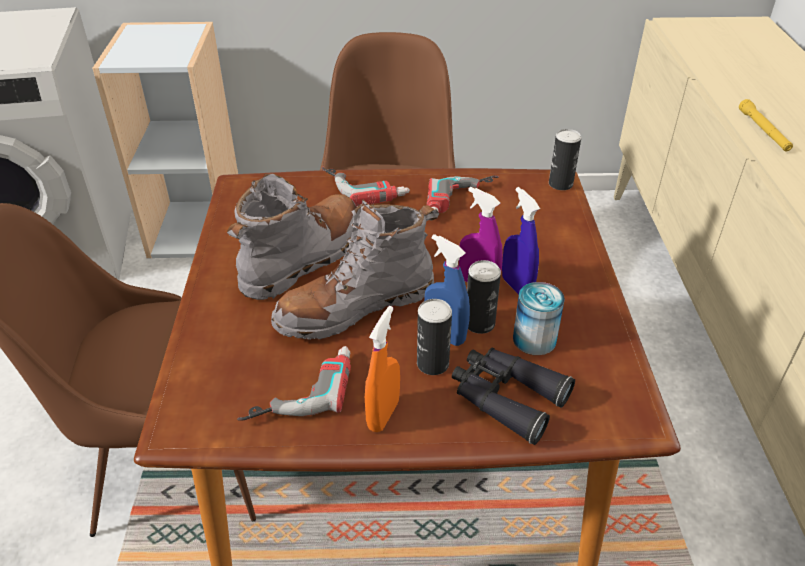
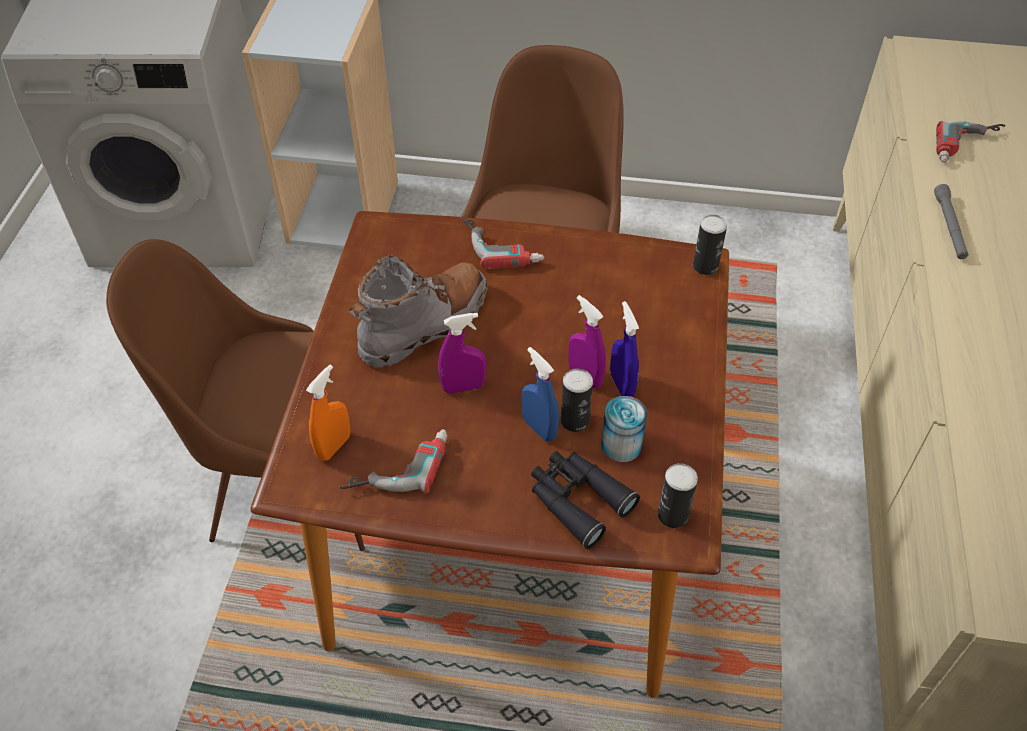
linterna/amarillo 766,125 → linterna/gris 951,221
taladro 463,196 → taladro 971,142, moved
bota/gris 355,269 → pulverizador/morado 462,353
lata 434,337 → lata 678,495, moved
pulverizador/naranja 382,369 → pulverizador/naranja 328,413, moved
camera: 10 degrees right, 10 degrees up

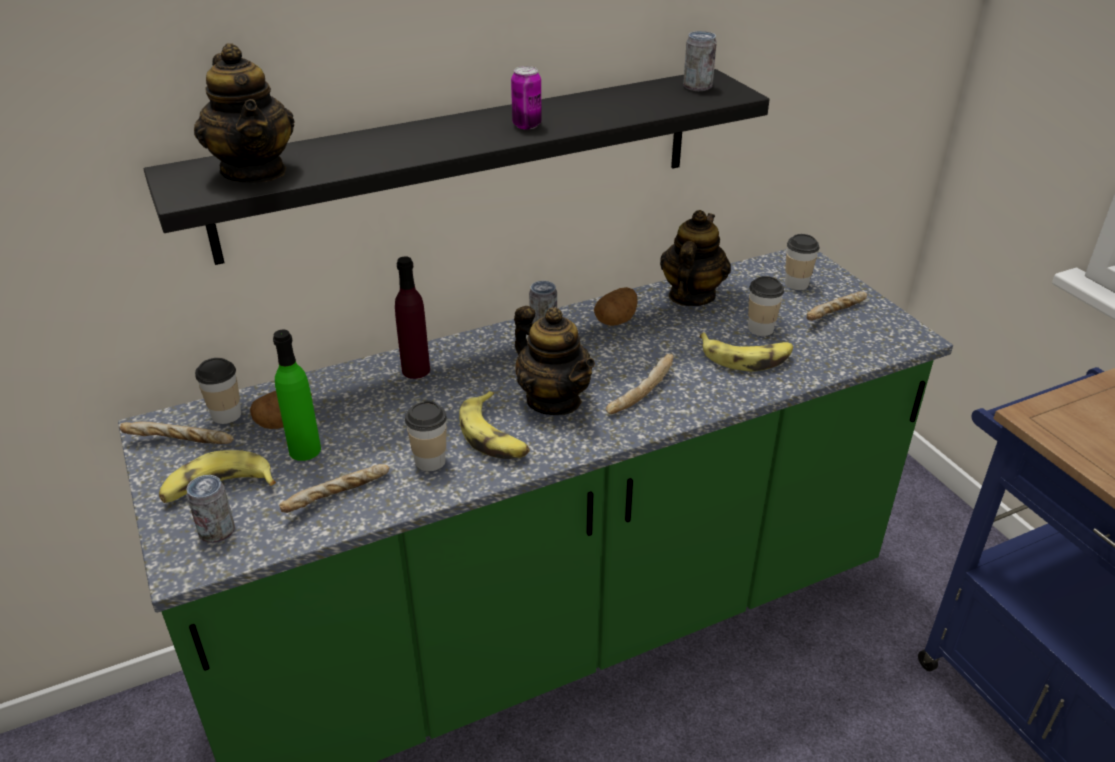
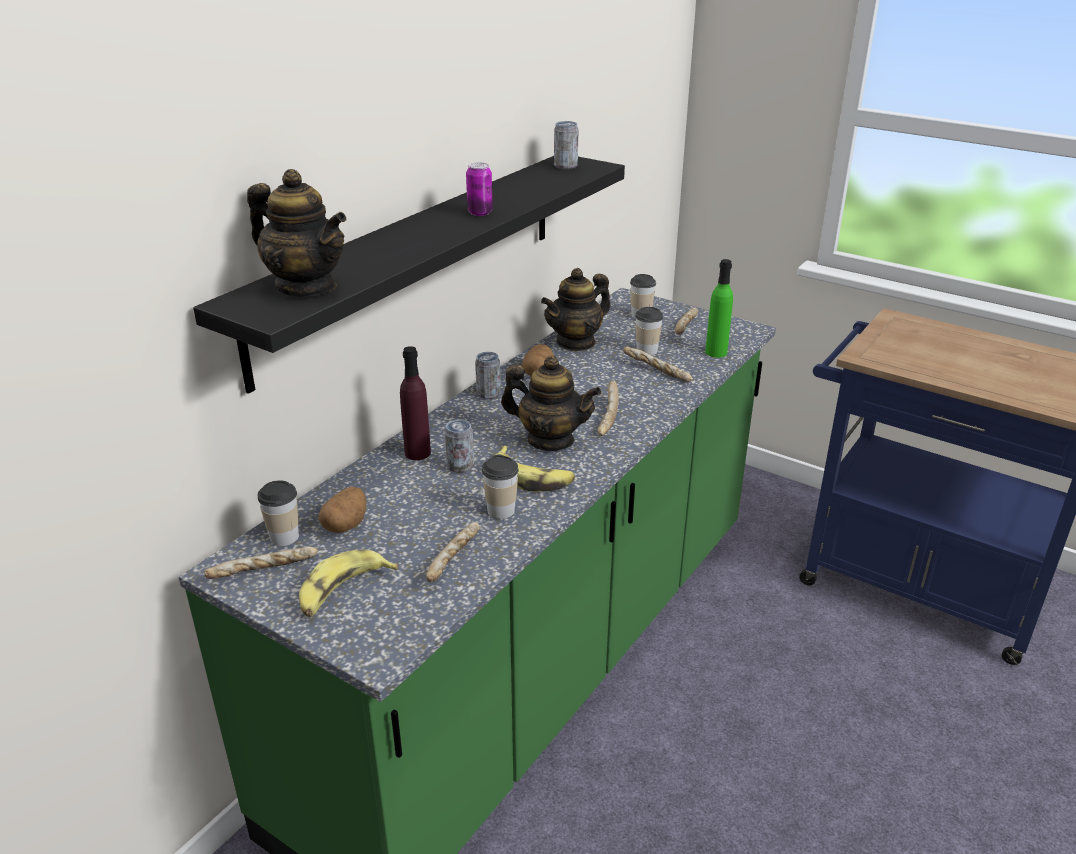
tetera 695,258 → tetera 576,310, 120 degrees counterclockwise
botella/verde 297,395 → botella/verde 719,308, moved
plátano 746,352 → pan 658,364
lata 210,509 → lata 459,446, moved
camera: 30 degrees left, 5 degrees down

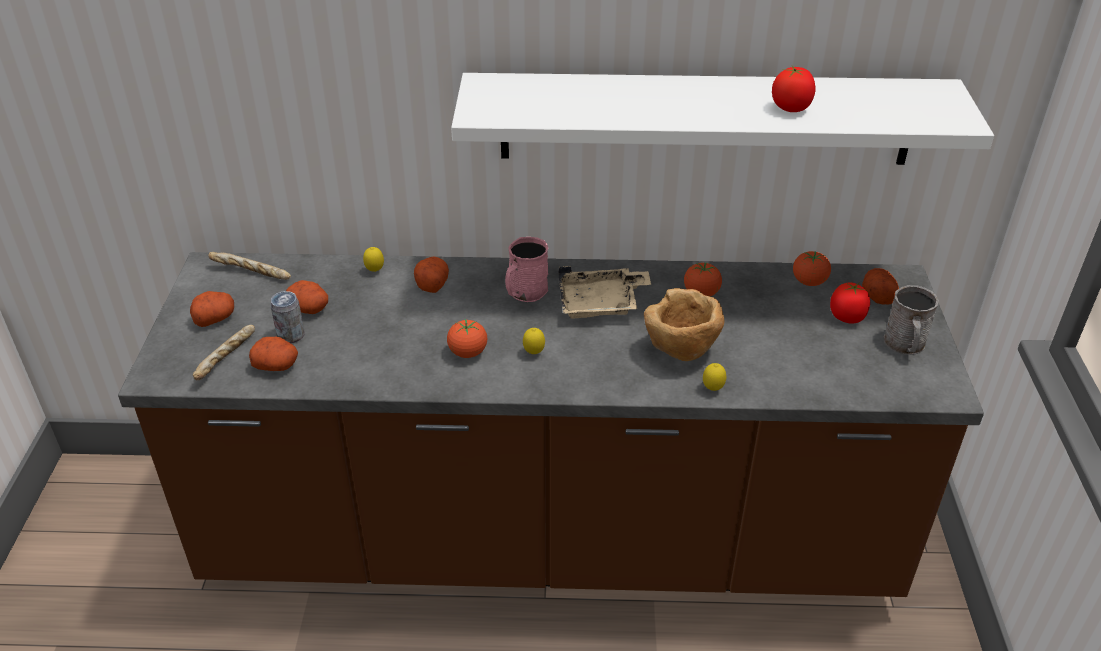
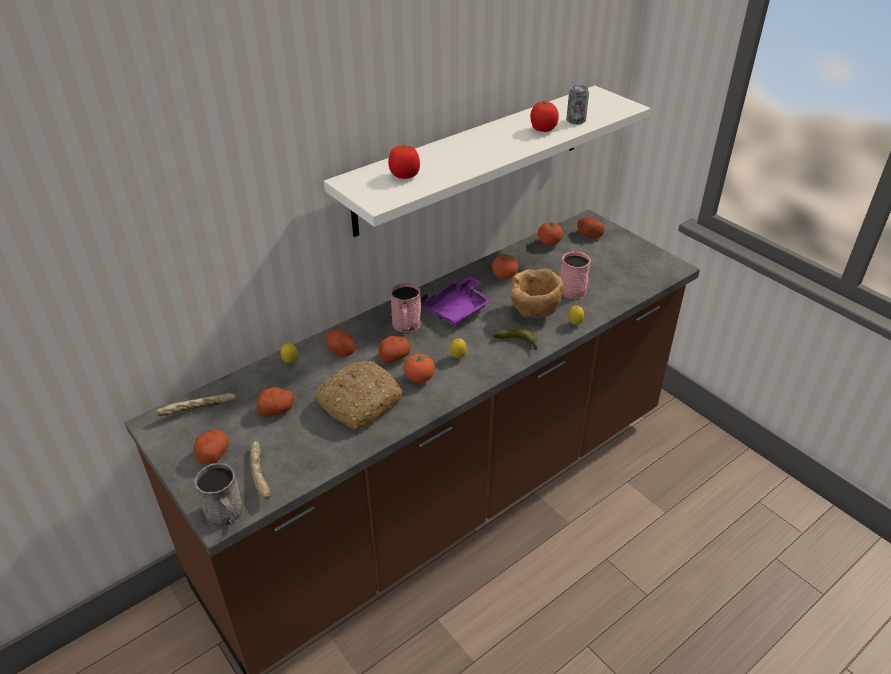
bandeja/beis 604,292 → bandeja/morado 457,301
tomate 850,303 → tomate 404,161, moved
taza grande/gris 911,320 → taza grande/gris 219,495, moved
lata 287,317 → lata 577,104, moved
patata 273,354 → patata 394,350, moved
- → taza grande/rosa 575,275
- → plátano 515,339
- → pan 359,395
camera: 40 degrees left, 0 degrees up

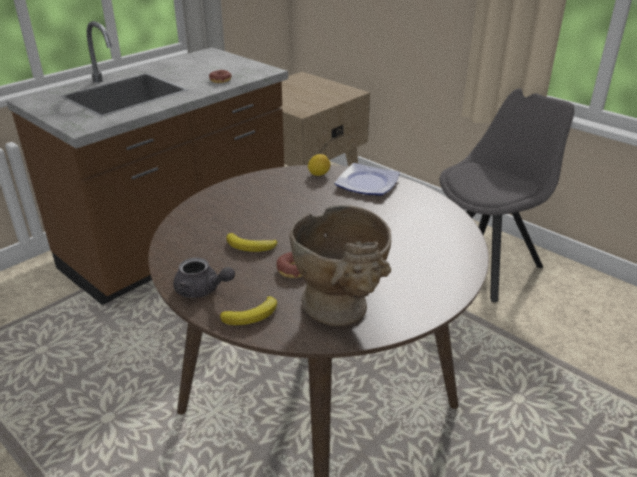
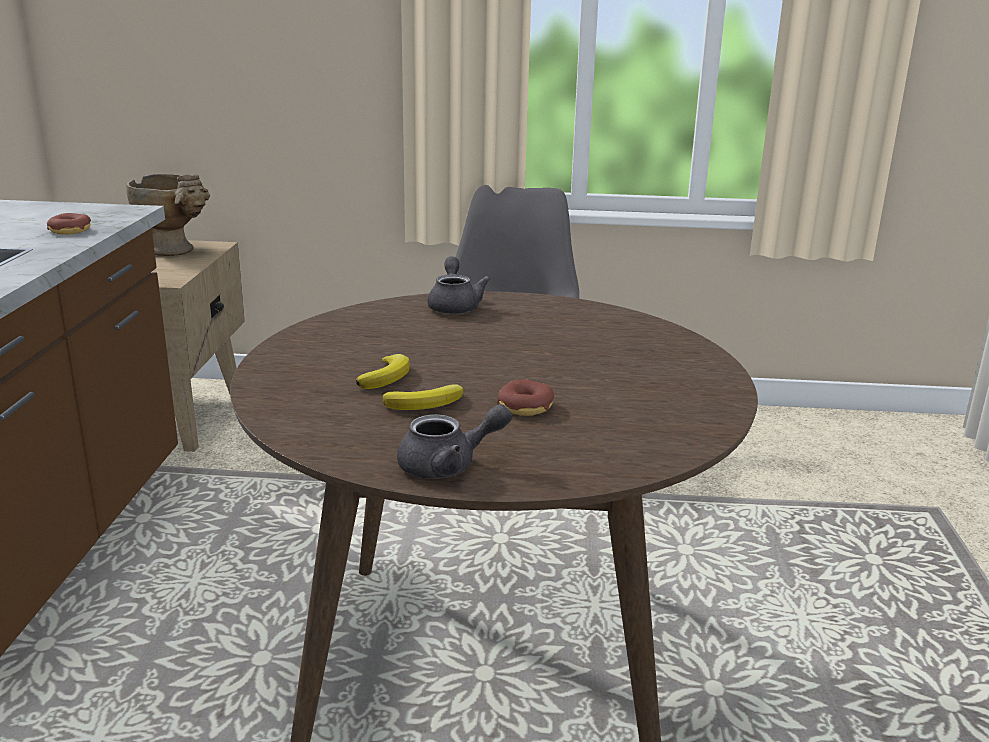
limón 319,165 → -
plato 367,179 → tetera/gris 458,285
florero/beis 340,266 → florero/beis 168,215, moved
plátano 248,310 → plátano 383,371, moved
camera: 40 degrees left, 10 degrees down

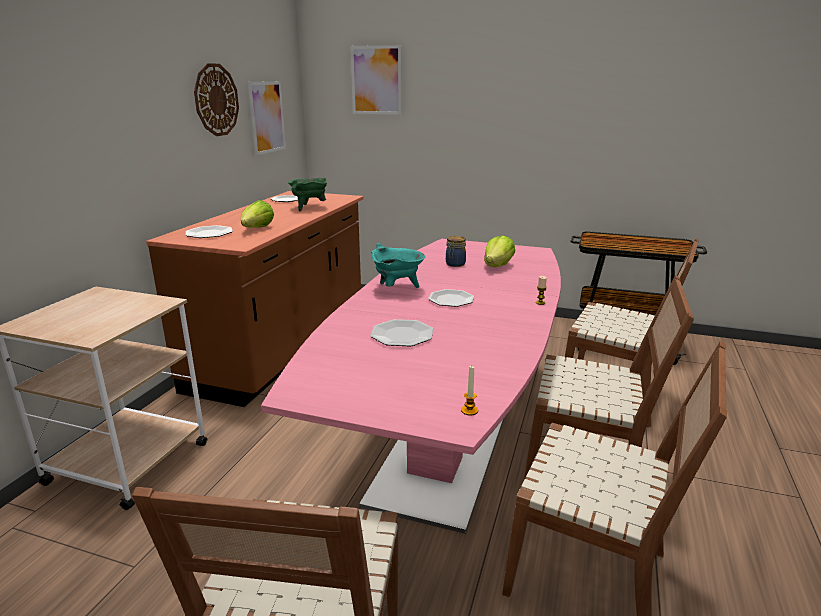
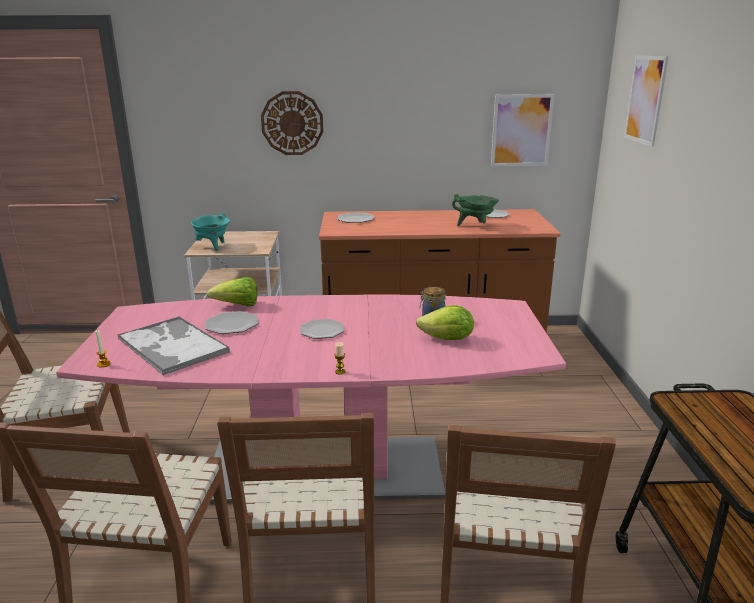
reloj de pared 216,99 → reloj de pared 292,123, moved
lechuga 257,213 → lechuga 231,292, moved
olla/turquesa 398,265 → olla/turquesa 210,231, moved
- → bandeja 173,345
camera: 70 degrees right, 0 degrees up

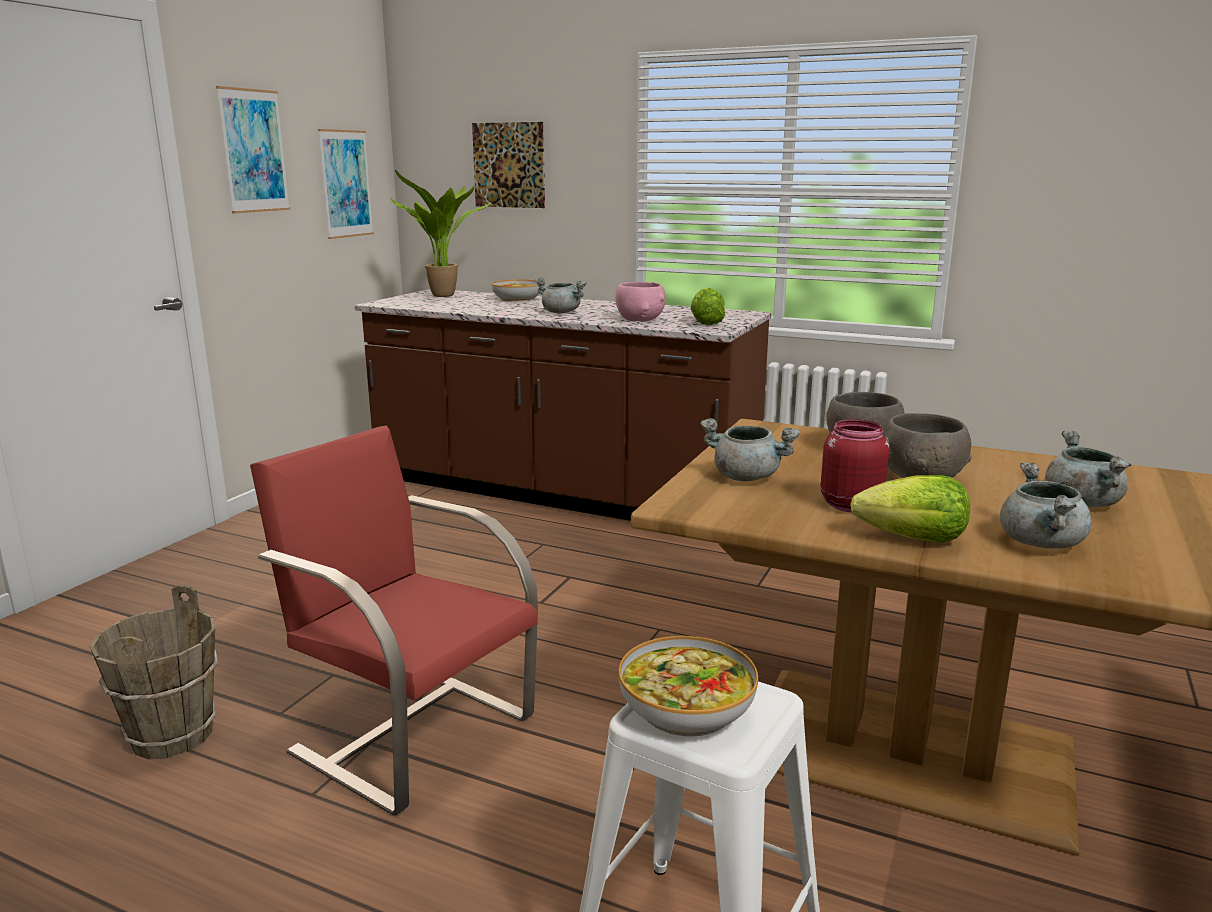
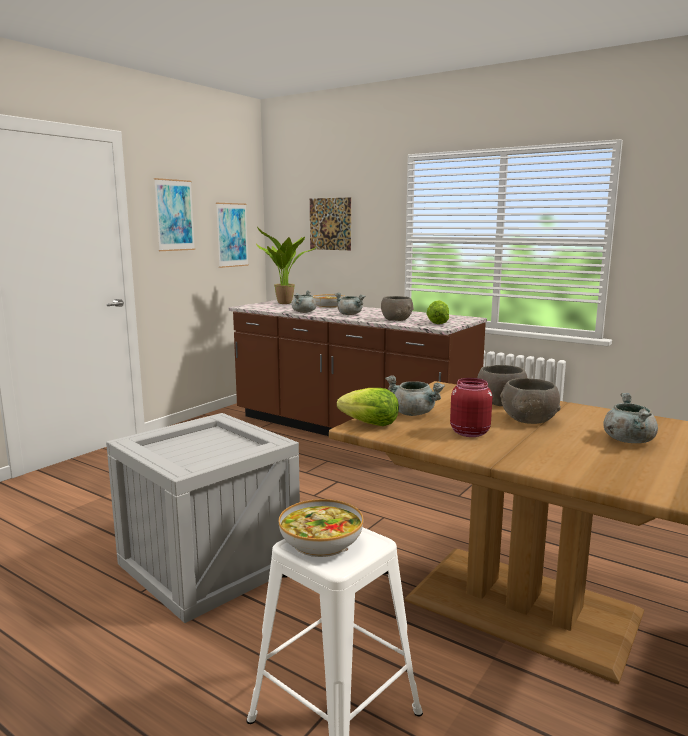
cuenco/rosa 640,301 → cuenco/gris 397,308
silla/rojo 394,621 → caja de embalaje 203,518
olla/gris 1046,505 → olla/gris 304,301, moved
lechuga 910,509 → lechuga 368,407, moved
cubo/marrón 153,672 → -
camera: 10 degrees right, 5 degrees down

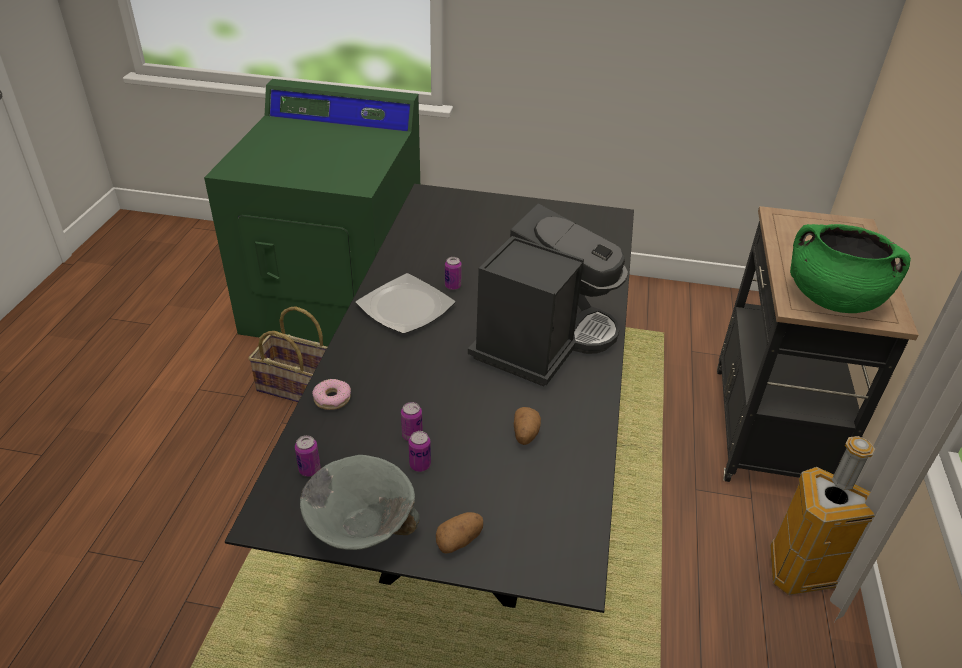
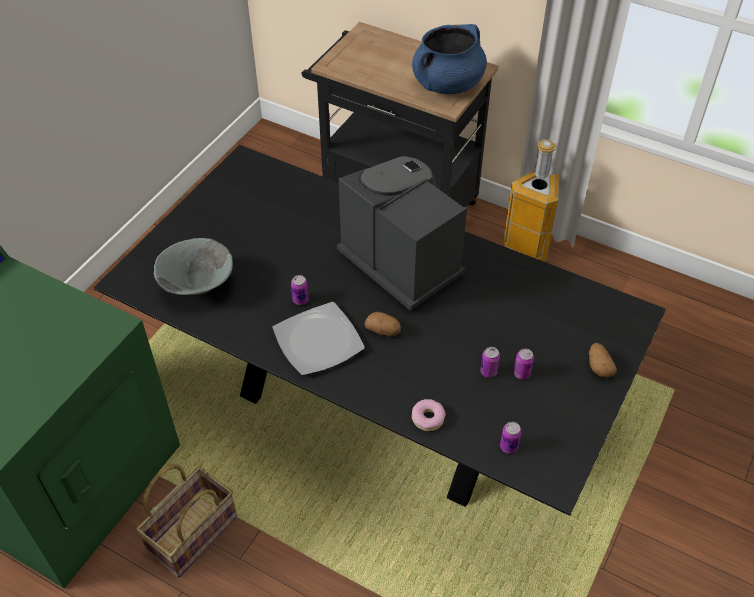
olla/verde 850,268 → olla/azul 449,59
patata 527,426 → patata 382,324, moved
cuenco/gris 360,502 → cuenco/gris 193,267, moved
camera: 70 degrees left, 10 degrees up

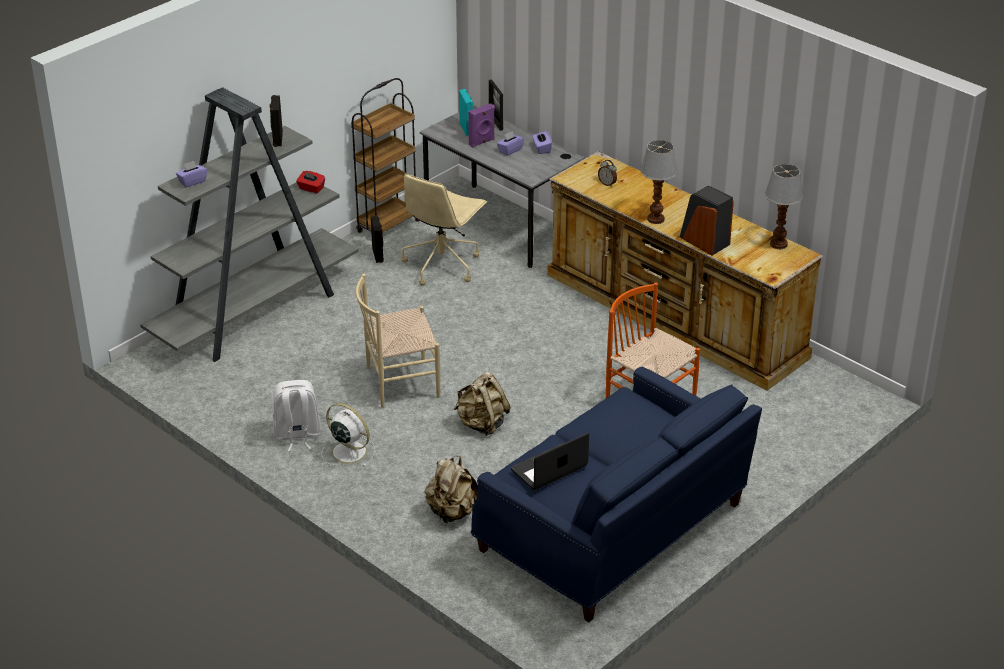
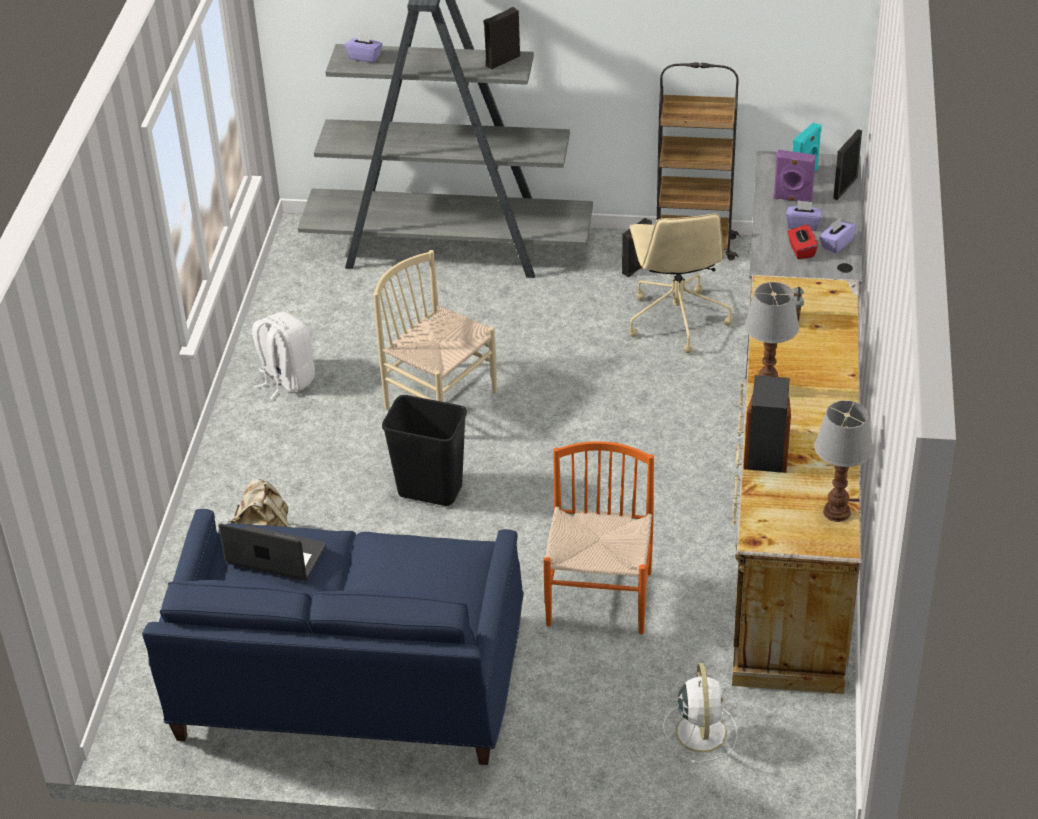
caja de pañuelos/rojo 310,182 → caja de pañuelos/rojo 802,241, moved
silla de oficina/beis 444,229 → silla de oficina/beis 681,283, 90 degrees counterclockwise
mochila/beis 482,403 → papelera/negro 424,450
ventilador/blanco 348,435 → ventilador/blanco 700,713, moved
camera: 55 degrees right, 5 degrees up

